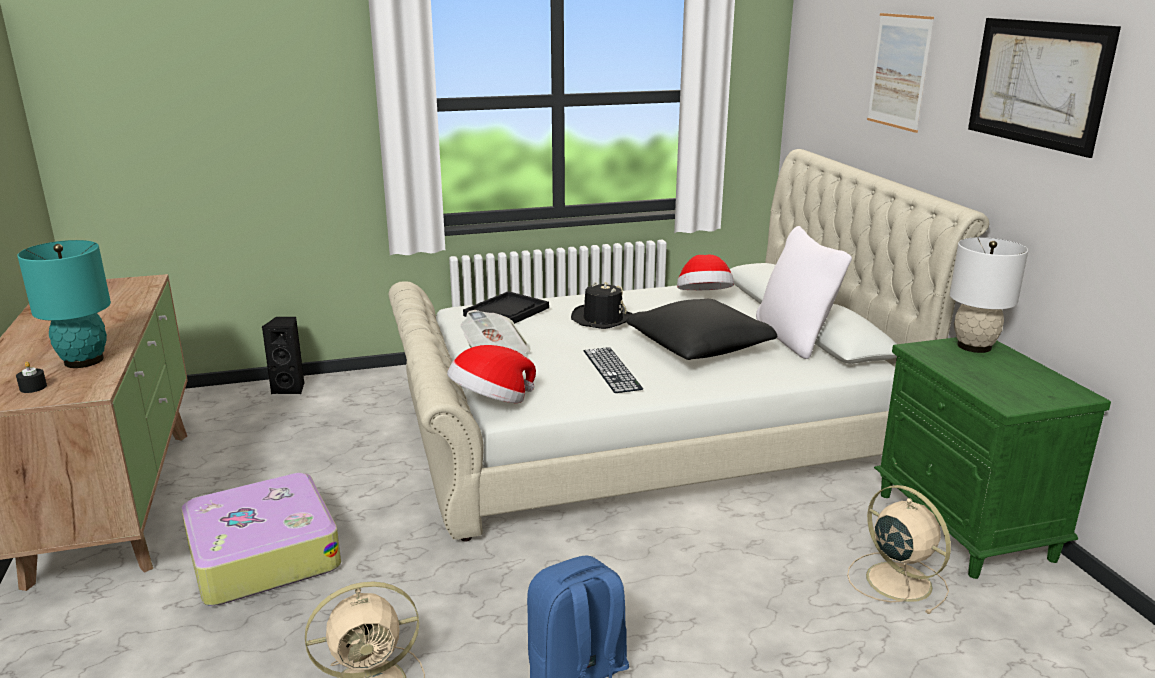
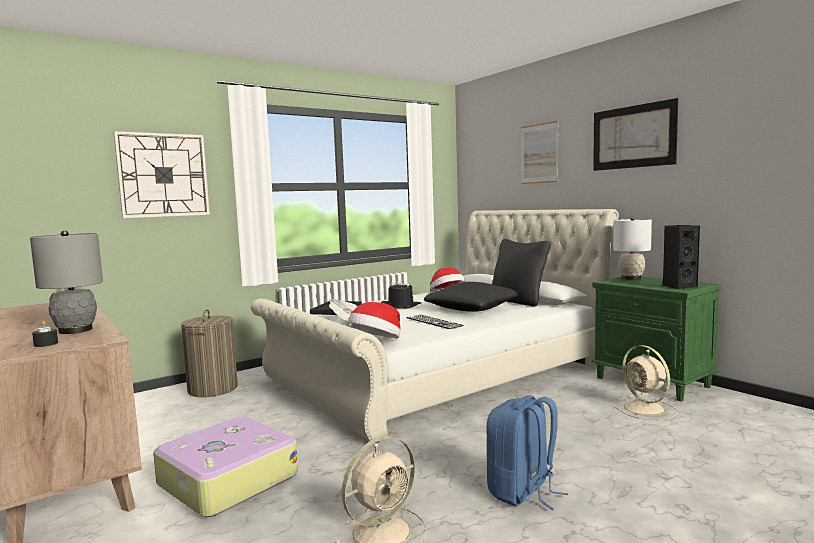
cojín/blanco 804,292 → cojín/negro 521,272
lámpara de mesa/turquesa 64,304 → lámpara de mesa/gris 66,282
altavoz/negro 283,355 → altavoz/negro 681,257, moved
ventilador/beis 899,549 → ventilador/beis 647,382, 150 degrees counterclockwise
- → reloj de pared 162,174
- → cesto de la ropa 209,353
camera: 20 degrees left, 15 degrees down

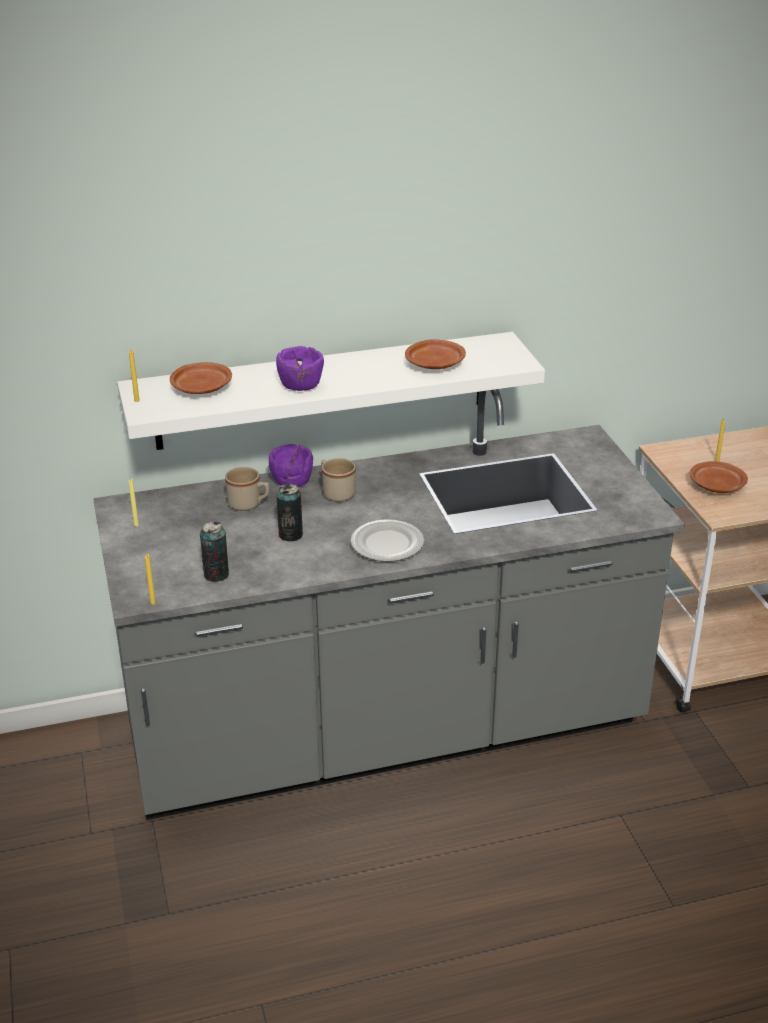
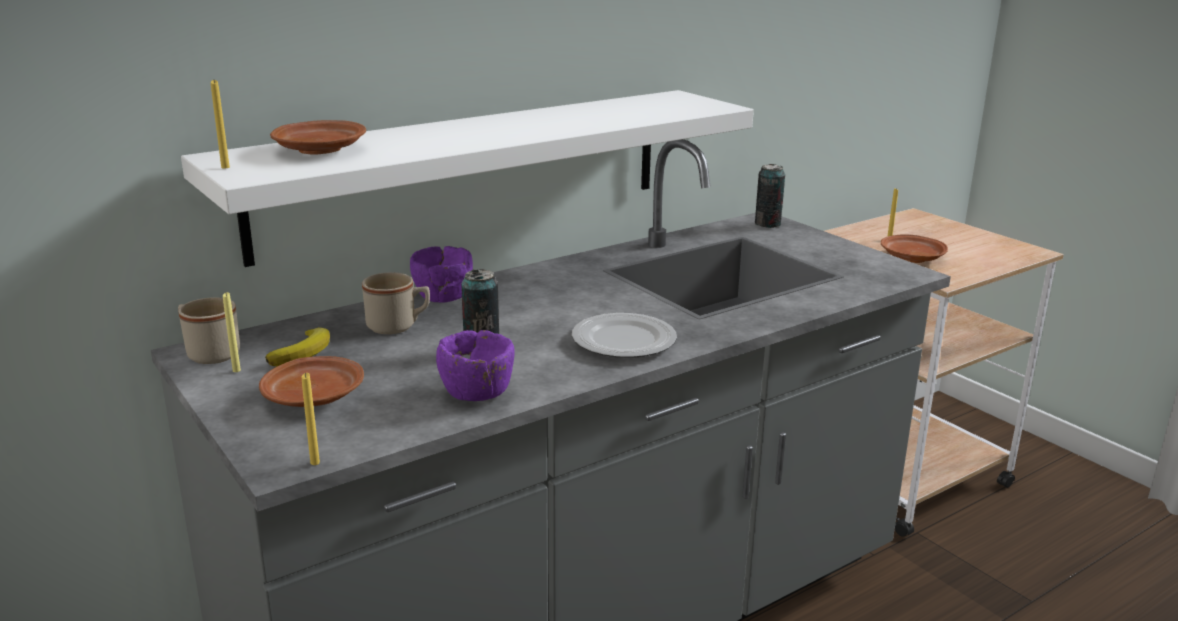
plato/marrón 435,354 → plato/marrón 311,381, moved
cuenco/morado 300,368 → cuenco/morado 475,365, moved
taza grande/beis 338,480 → taza grande/beis 209,330, moved
lata 214,552 → lata 770,196, moved
- → plátano 297,346
camera: 20 degrees left, 10 degrees down

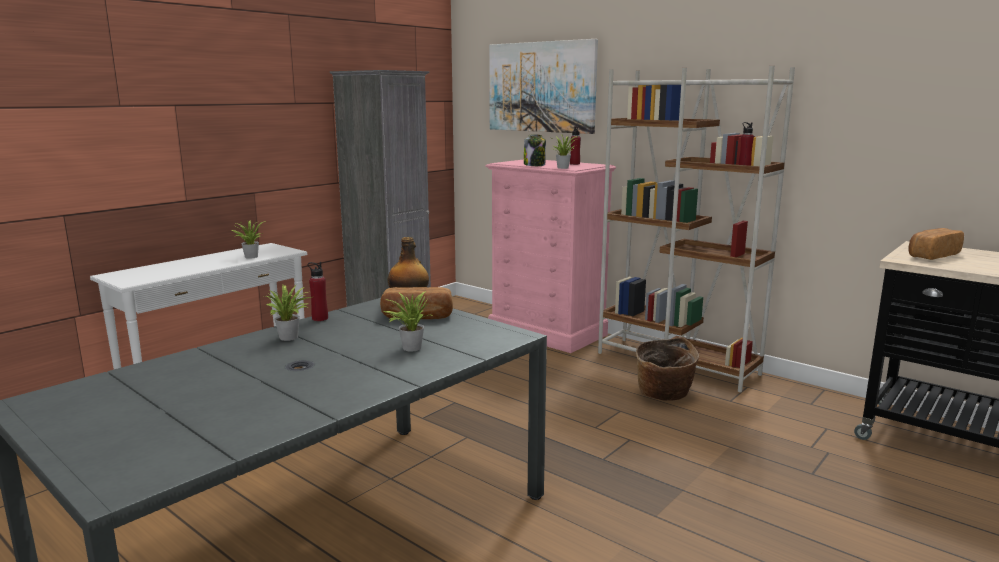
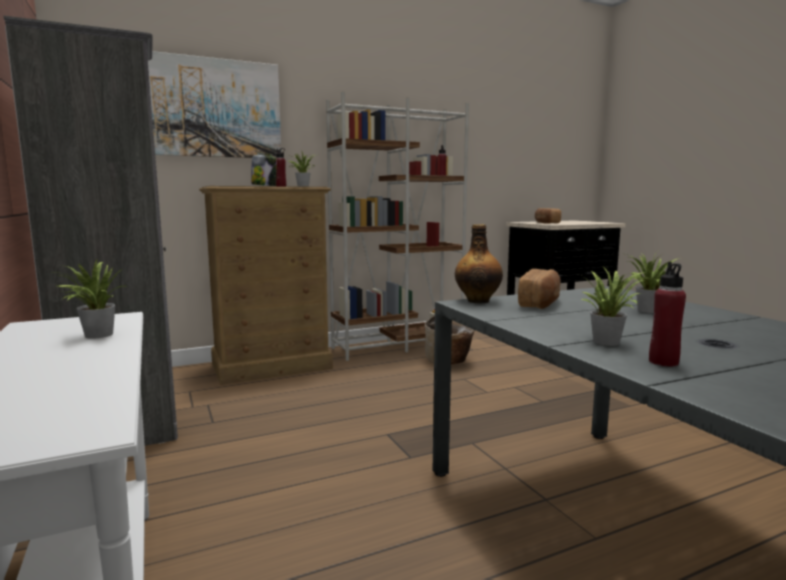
cómoda/rosa 551,256 → cómoda/marrón 266,285
botella/rojo 317,291 → botella/rojo 667,314, moved
camera: 65 degrees left, 5 degrees down

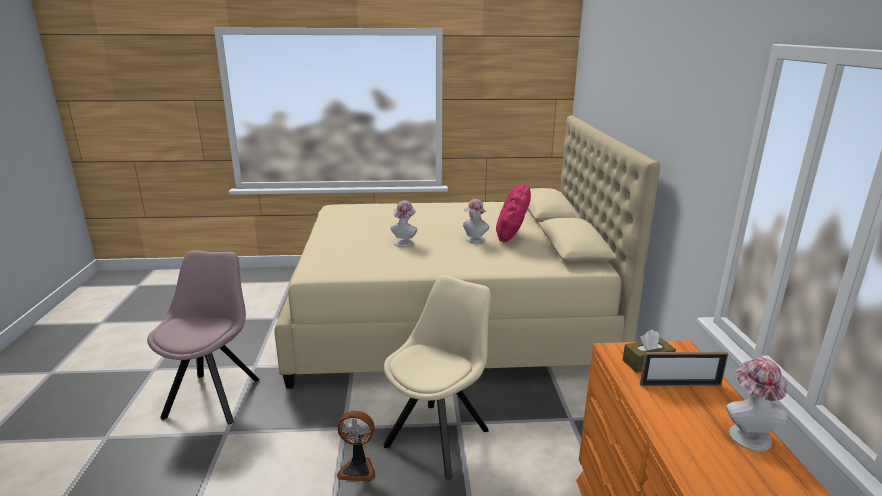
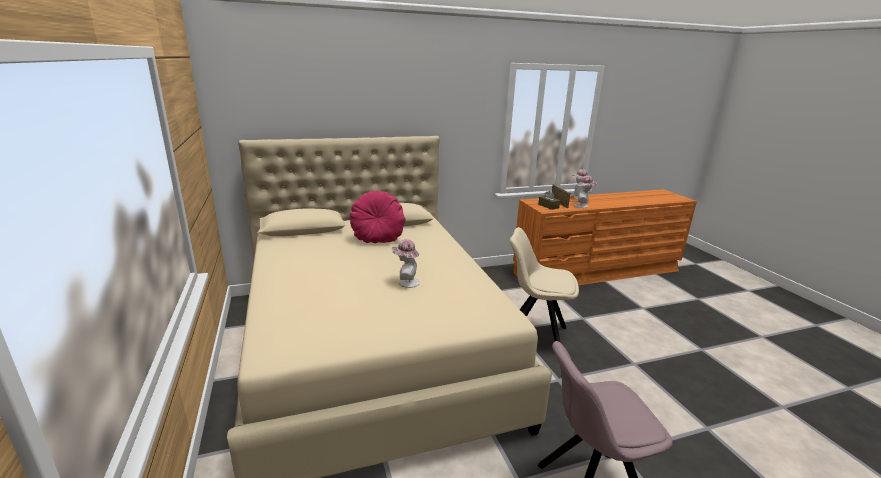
sombrero 476,221 → sombrero 585,191, moved
ventilador 356,446 → -
camera: 105 degrees left, 0 degrees up

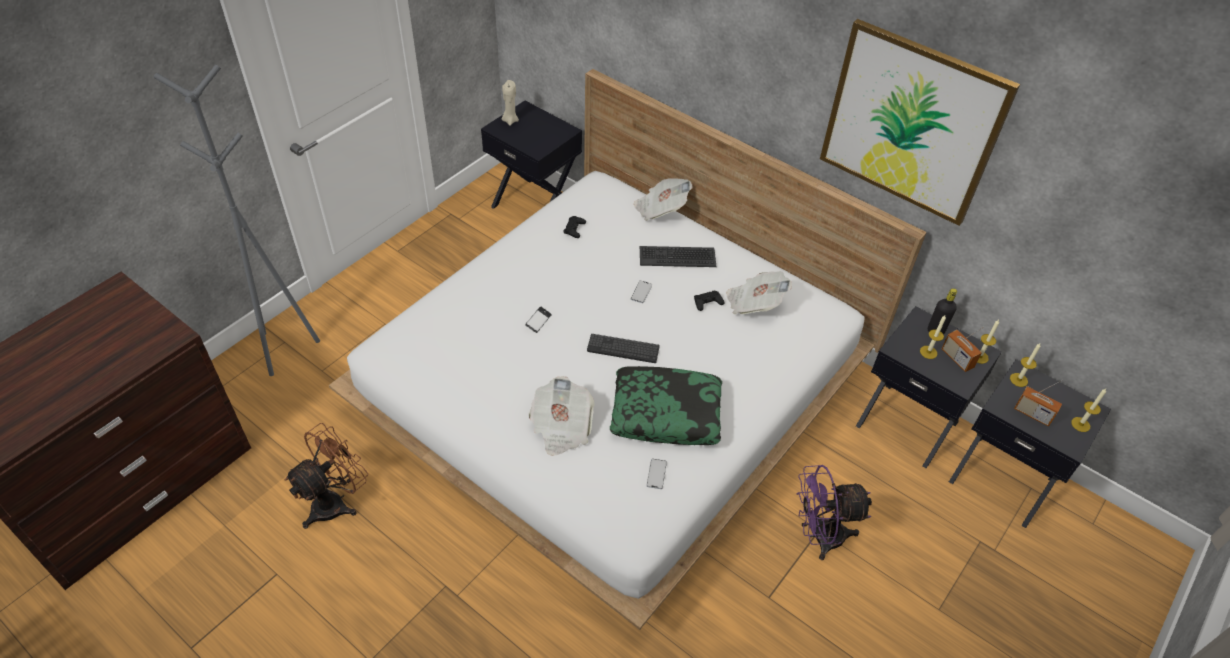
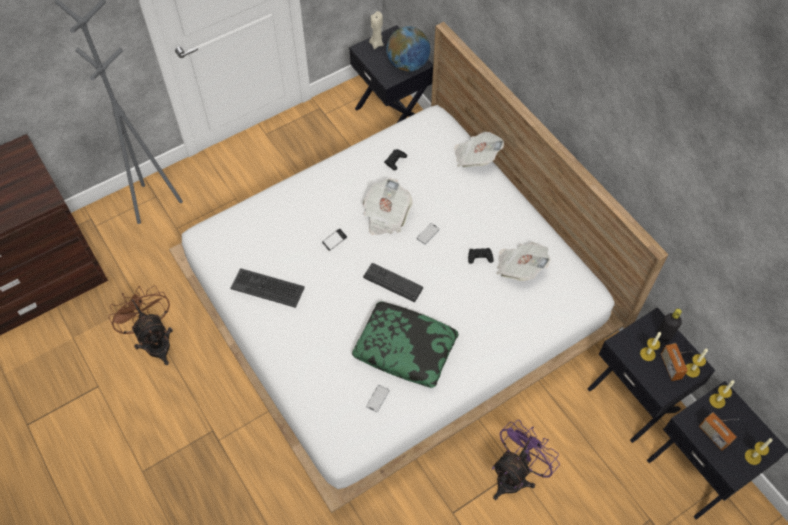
cuadro 920,122 → -
teclado 678,256 → teclado 267,288, moved
periódico 562,416 → periódico 387,206, moved
ventilador/marrón 326,476 → ventilador/marrón 140,325, 90 degrees counterclockwise
ventilador/morado 834,512 → ventilador/morado 526,460, 120 degrees clockwise
- → globo terráqueo 408,49
camera: 20 degrees right, 10 degrees up

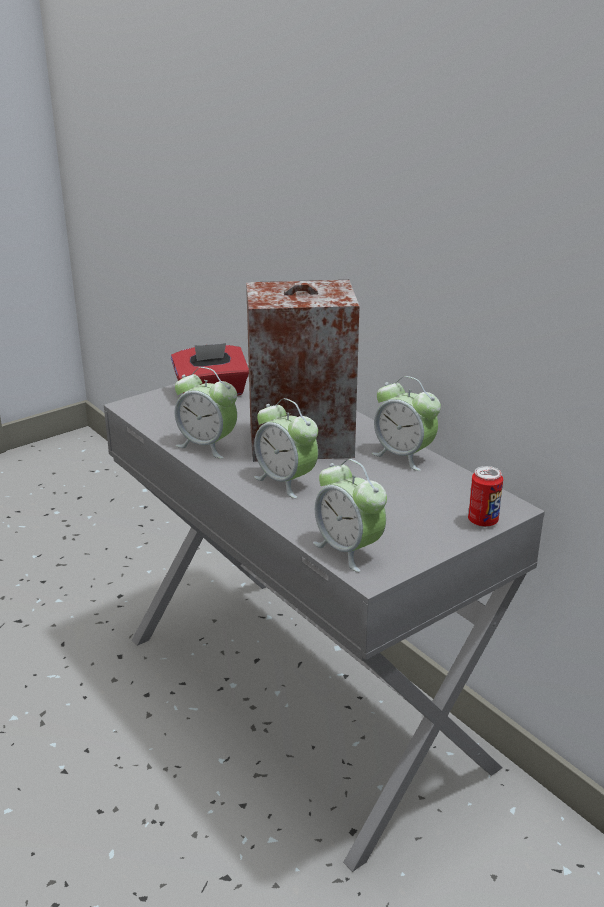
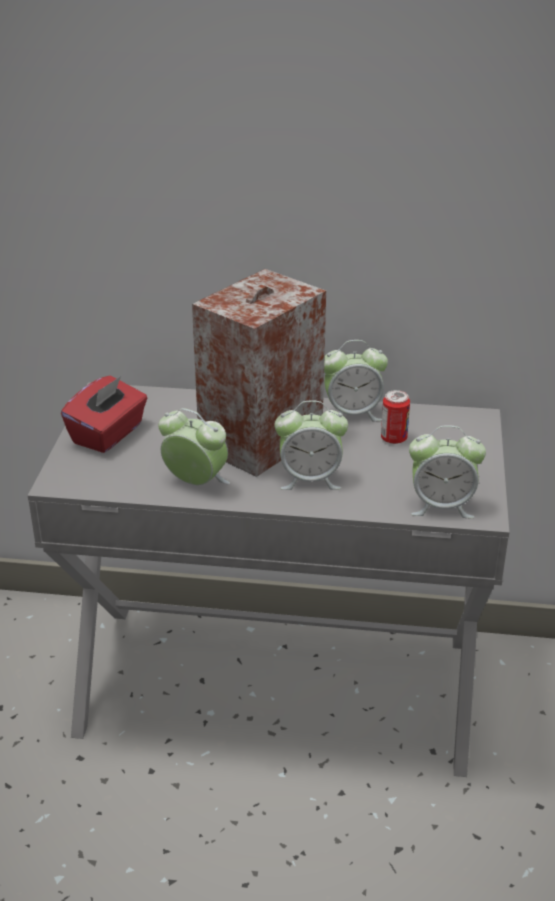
despertador 206,413 → despertador 194,446, 135 degrees counterclockwise
lata 485,496 → lata 395,417, moved
camera: 45 degrees left, 5 degrees up

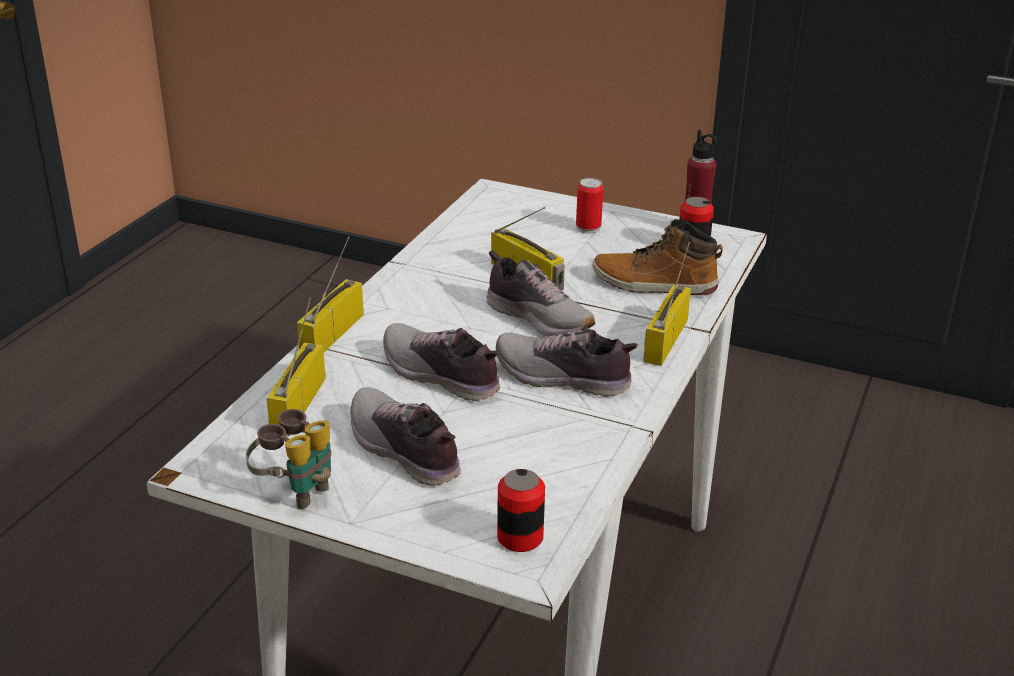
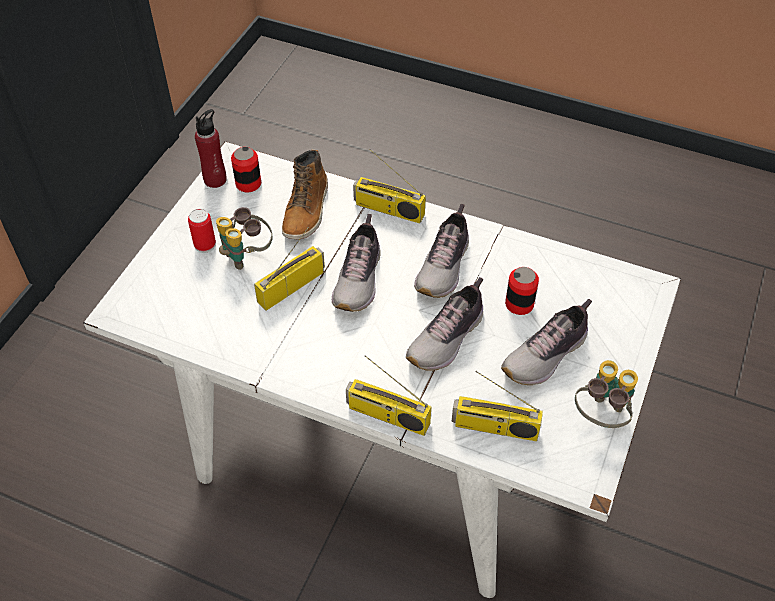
zapato 541,293 → zapato 356,263, 150 degrees clockwise
lata 521,510 → lata 522,291, moved
- → prismáticos 244,238
camera: 90 degrees left, 20 degrees up

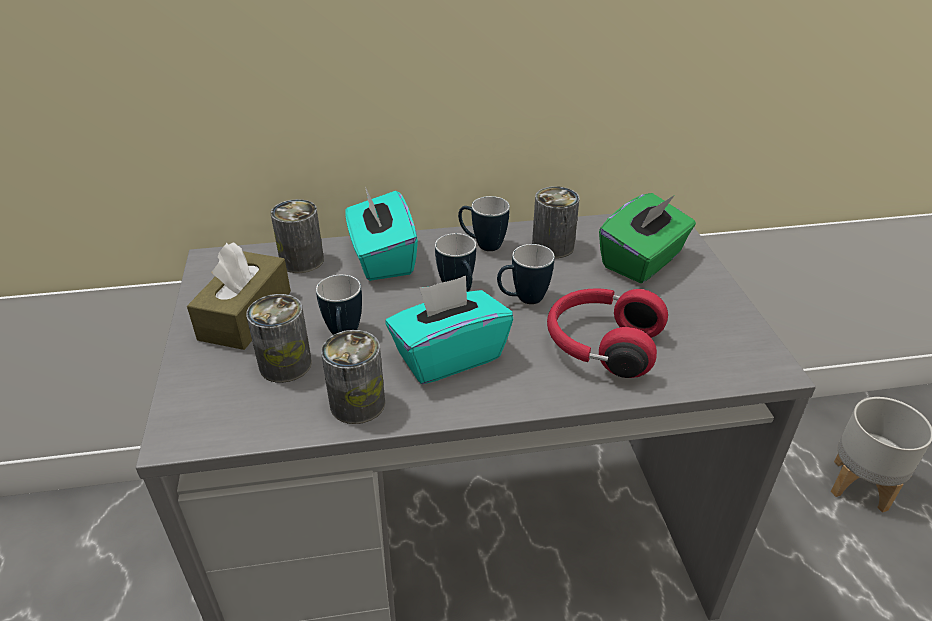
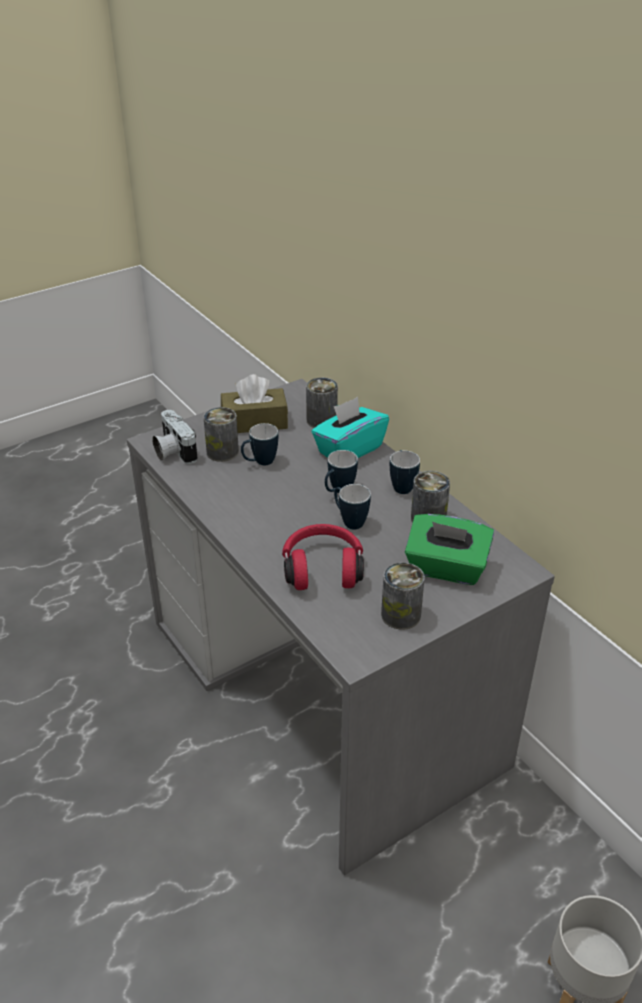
caja de pañuelos/turquesa 449,330 → -
lata 353,377 → lata 403,596, moved
- → cámara 175,437
camera: 65 degrees right, 0 degrees up

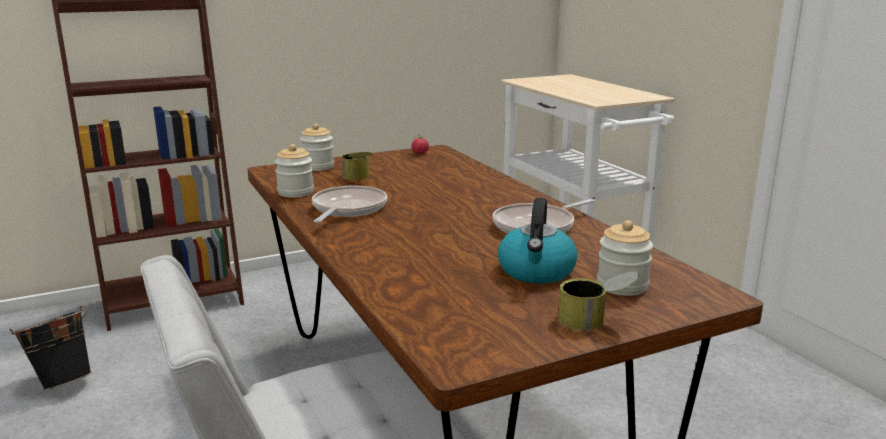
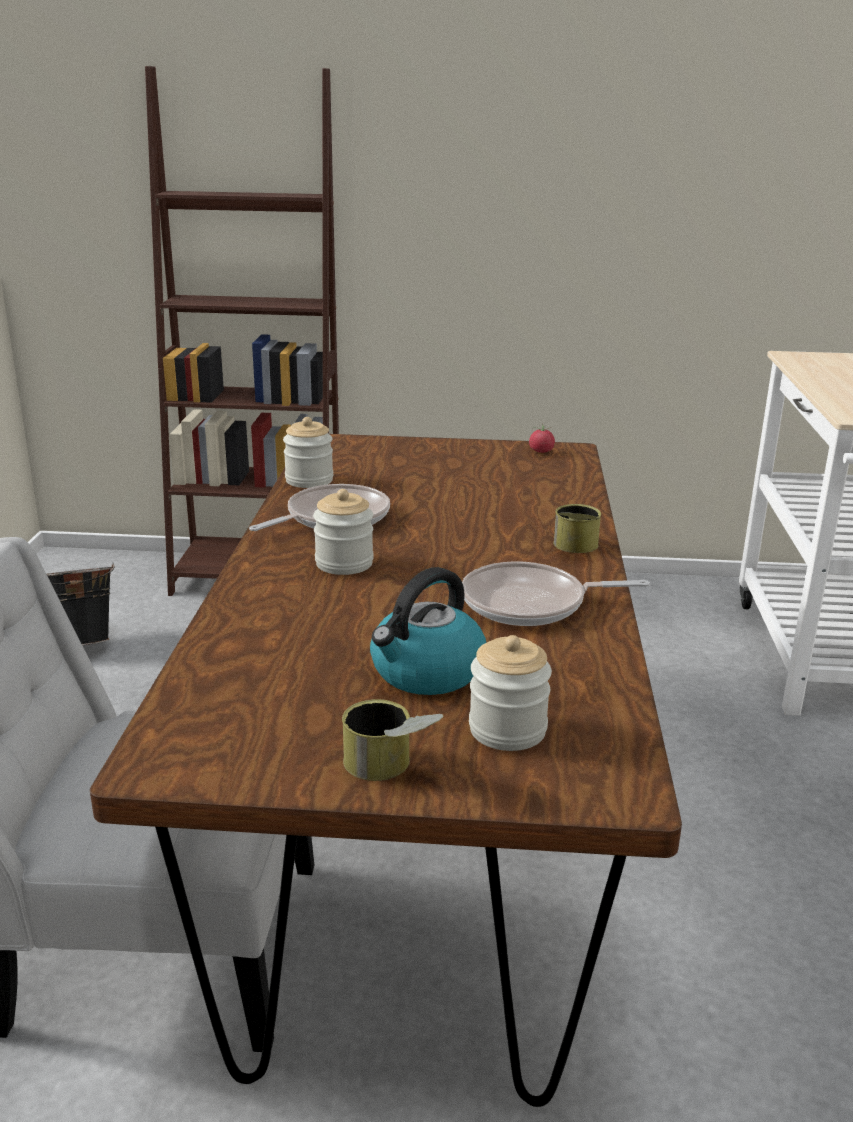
tarro 317,147 → tarro 343,532, moved
lata 357,166 → lata 577,528, moved
camera: 30 degrees right, 5 degrees up

